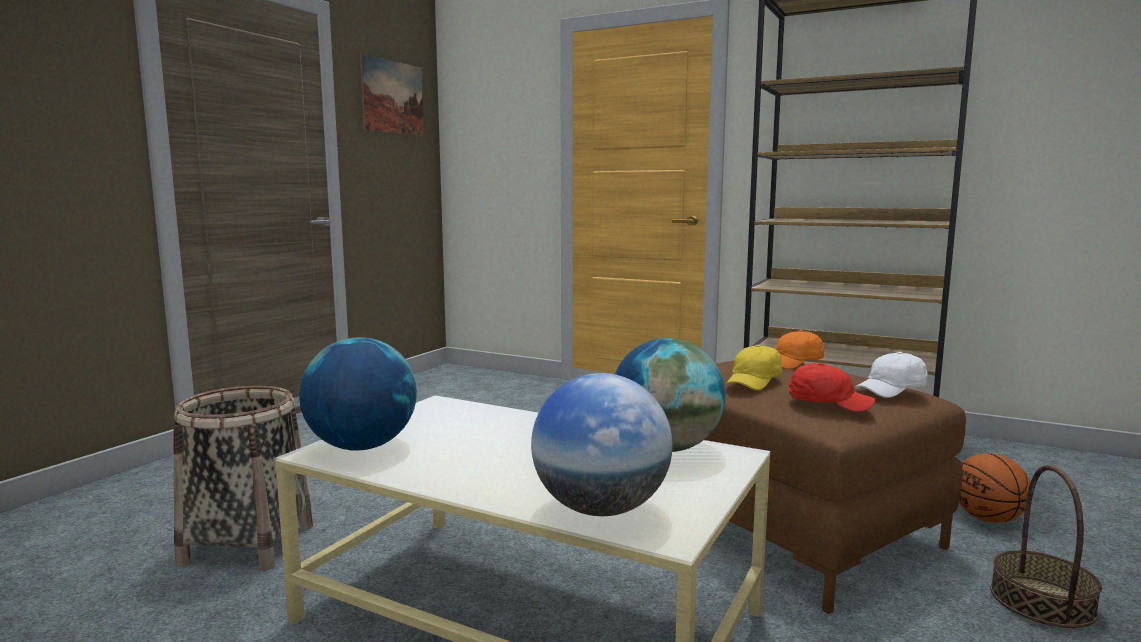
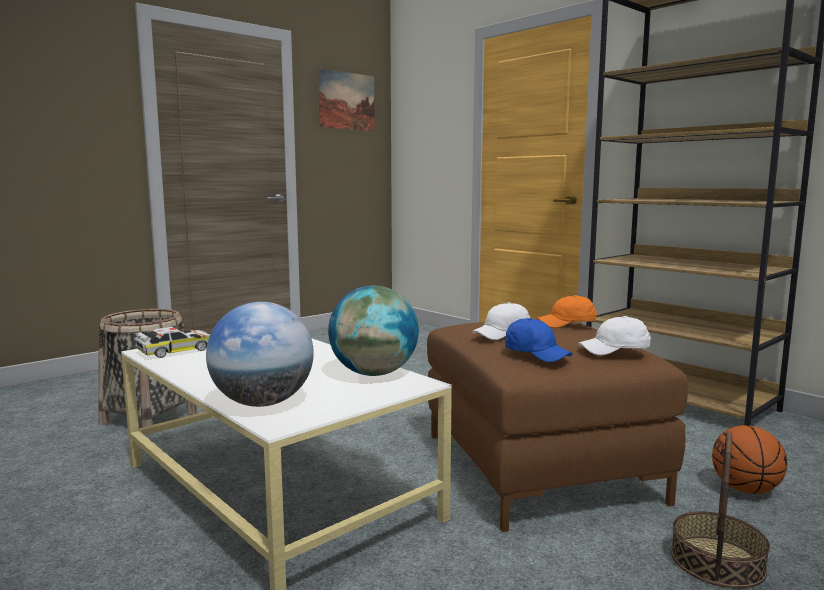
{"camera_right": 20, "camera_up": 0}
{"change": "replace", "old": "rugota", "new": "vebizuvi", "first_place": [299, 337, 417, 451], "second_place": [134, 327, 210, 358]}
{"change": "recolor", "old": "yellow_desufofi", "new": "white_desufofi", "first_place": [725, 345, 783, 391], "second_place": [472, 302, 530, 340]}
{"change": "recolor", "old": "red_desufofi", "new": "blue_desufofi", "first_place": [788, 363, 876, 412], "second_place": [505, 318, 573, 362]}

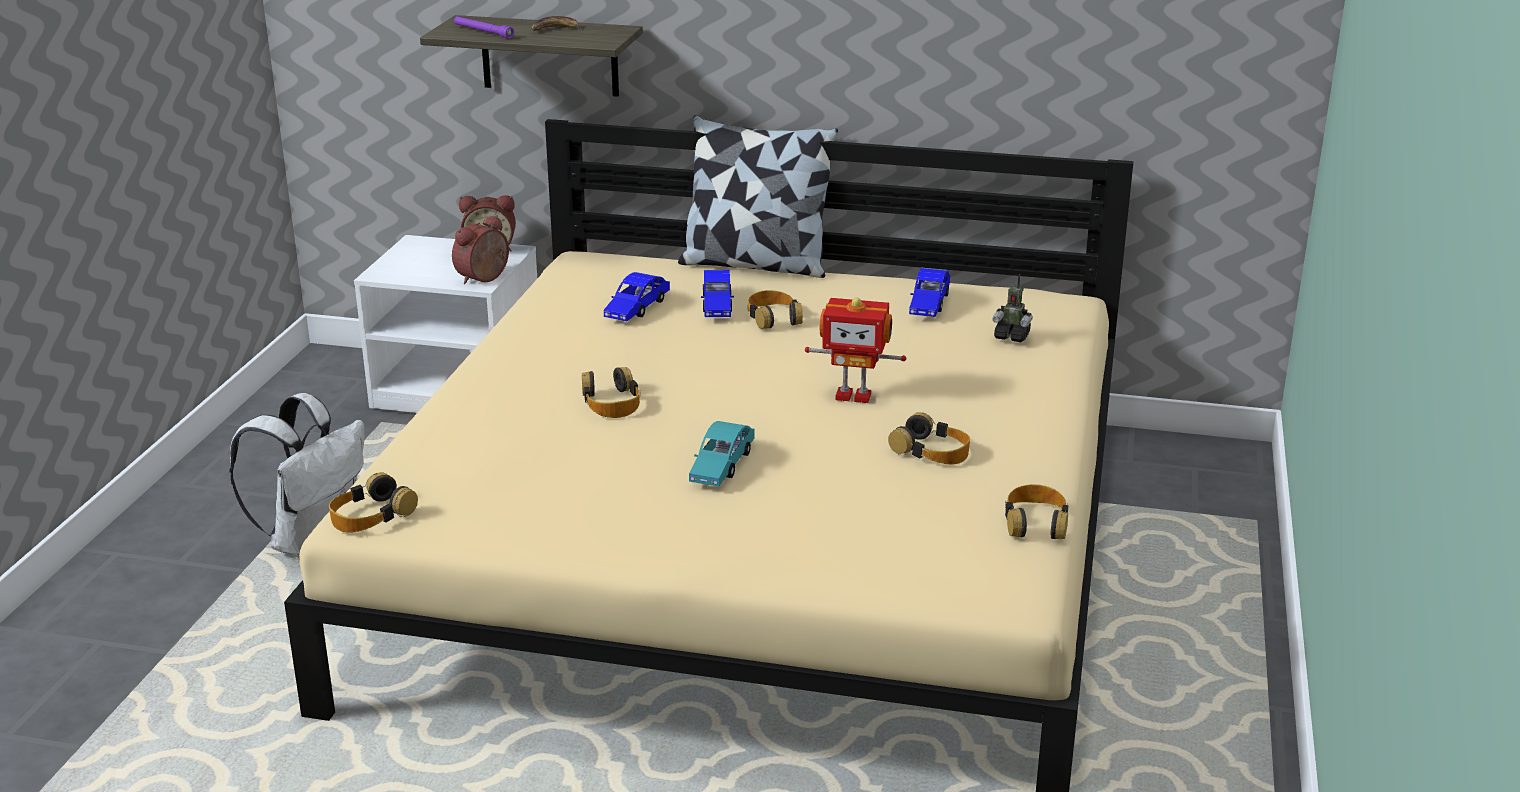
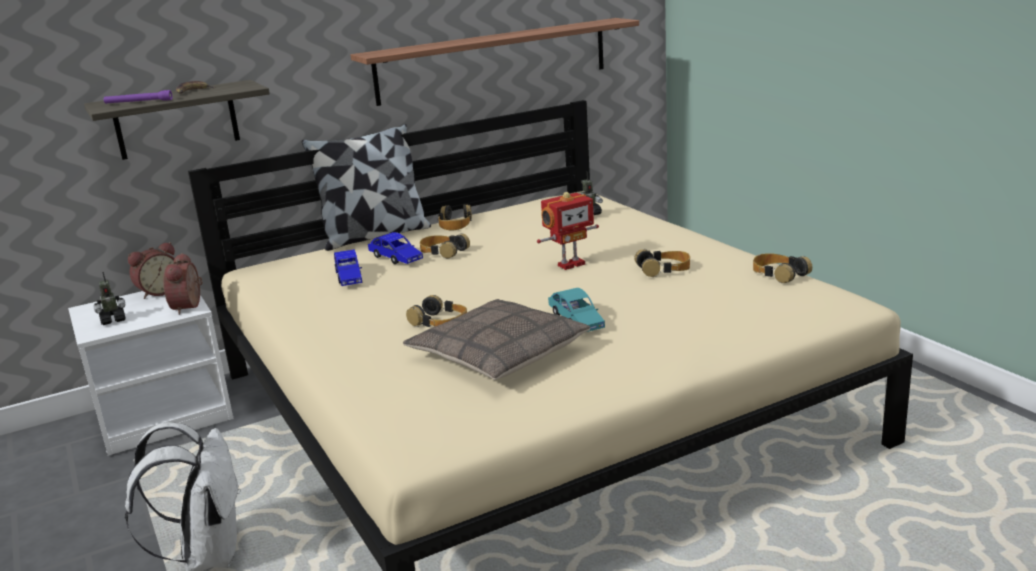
{"camera_right": -40, "camera_up": -5}
{"change": "delete", "old": "blue_vebizuvi", "first_place": [909, 268, 950, 317]}
{"change": "insert", "new": "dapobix", "second_place": [93, 271, 126, 325]}
{"change": "insert", "new": "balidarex", "second_place": [350, 18, 639, 106]}
{"change": "insert", "new": "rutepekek", "second_place": [403, 299, 590, 380]}
{"change": "move", "old": "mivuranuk", "first_place": [329, 472, 418, 533], "second_place": [438, 205, 472, 231]}

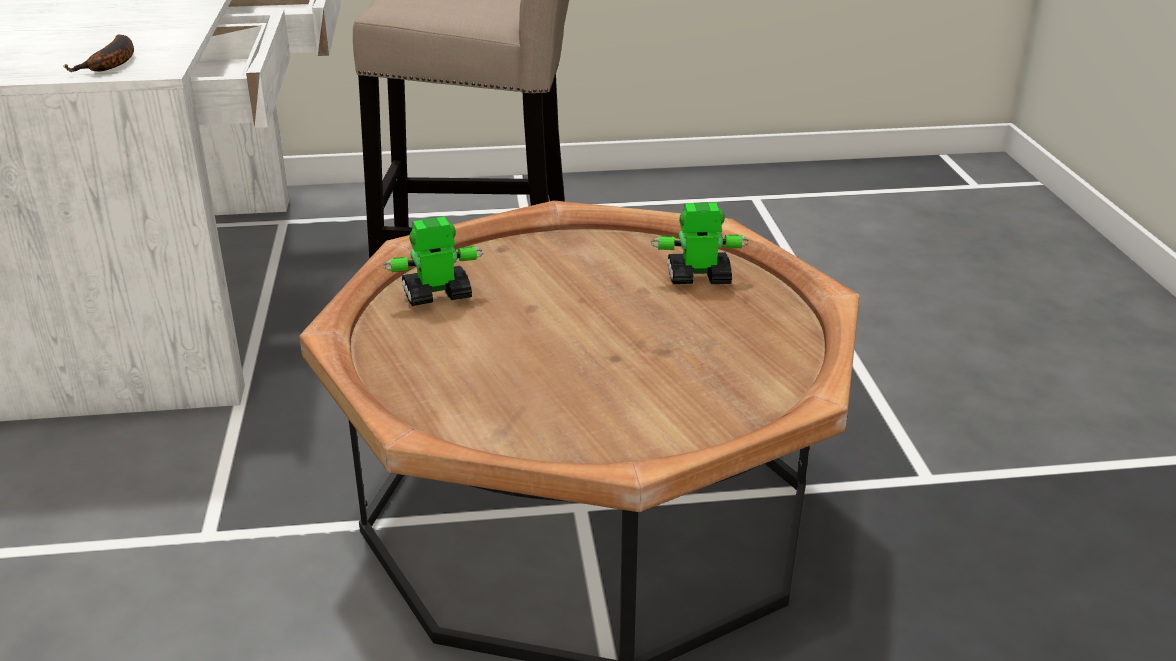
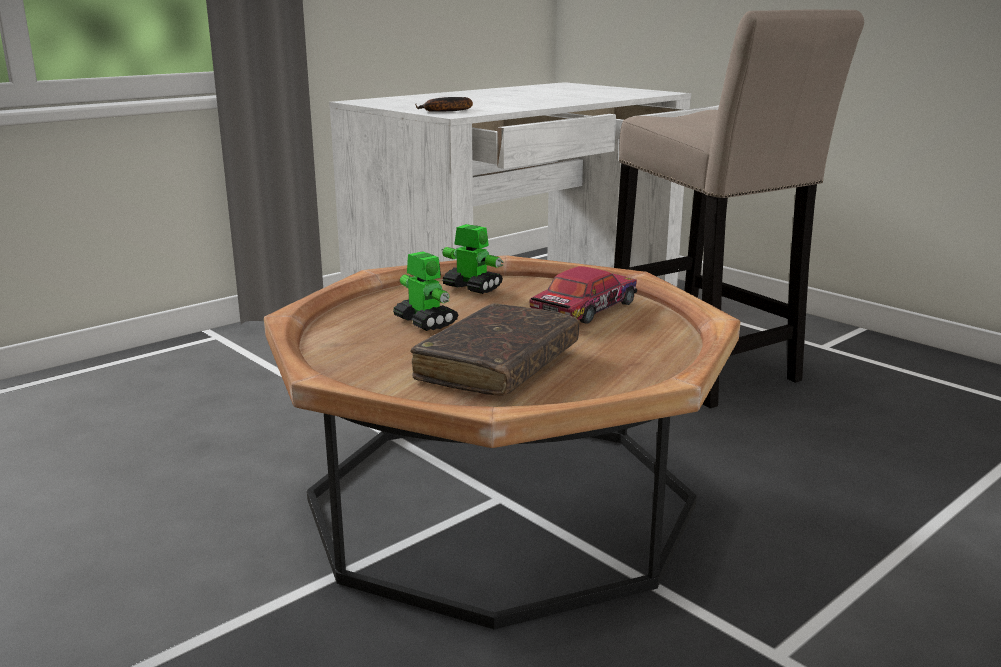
{"camera_right": 55, "camera_up": -10}
{"change": "insert", "new": "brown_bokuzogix", "second_place": [410, 303, 580, 396]}
{"change": "insert", "new": "vebizuvi", "second_place": [529, 266, 637, 324]}
{"change": "move", "old": "dapobix", "first_place": [651, 202, 749, 284], "second_place": [393, 251, 458, 331]}

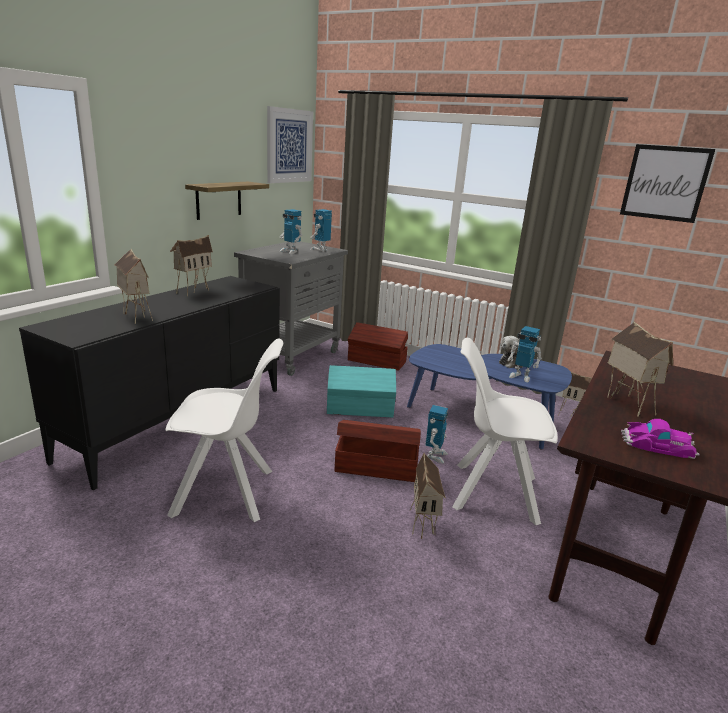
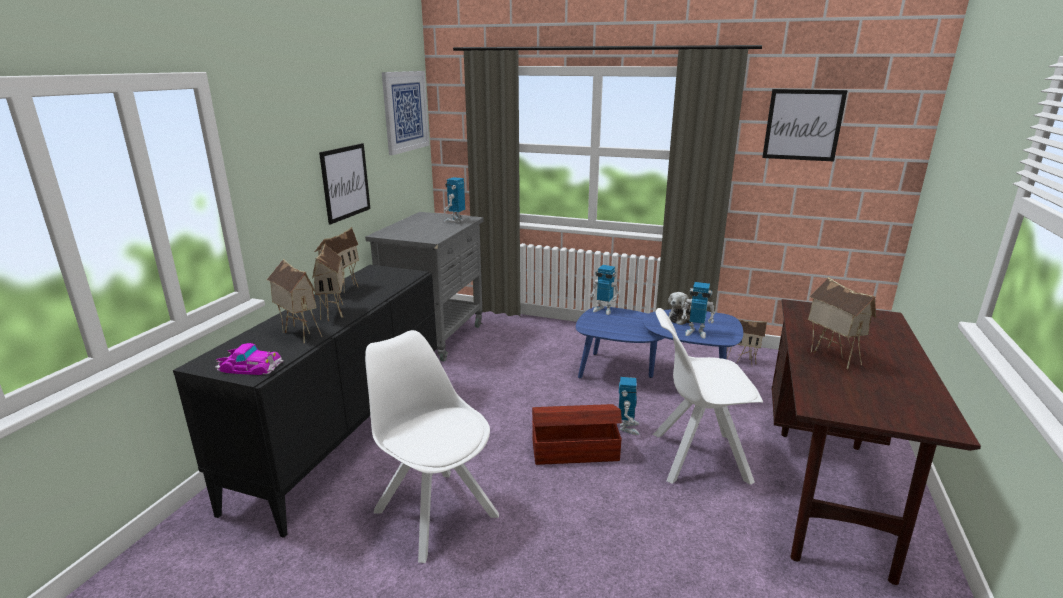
{"camera_right": -10, "camera_up": 0}
{"change": "delete", "old": "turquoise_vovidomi", "first_place": [327, 365, 396, 417]}
{"change": "delete", "old": "brown_vovidomi", "first_place": [348, 322, 408, 371]}
{"change": "move", "old": "dapobix", "first_place": [280, 209, 302, 254], "second_place": [590, 265, 619, 315]}
{"change": "move", "old": "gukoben", "first_place": [410, 453, 446, 539], "second_place": [312, 244, 344, 321]}
{"change": "move", "old": "vebizuvi", "first_place": [621, 419, 700, 459], "second_place": [215, 343, 283, 375]}
{"change": "replace", "old": "balidarex", "new": "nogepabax", "first_place": [185, 182, 269, 220], "second_place": [319, 143, 370, 225]}
{"change": "rotate", "old": "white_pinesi", "first_place": [166, 339, 283, 522], "second_place": [365, 330, 499, 563], "degrees": -120}

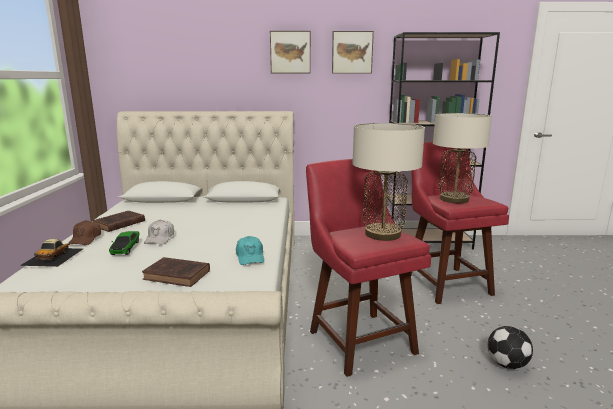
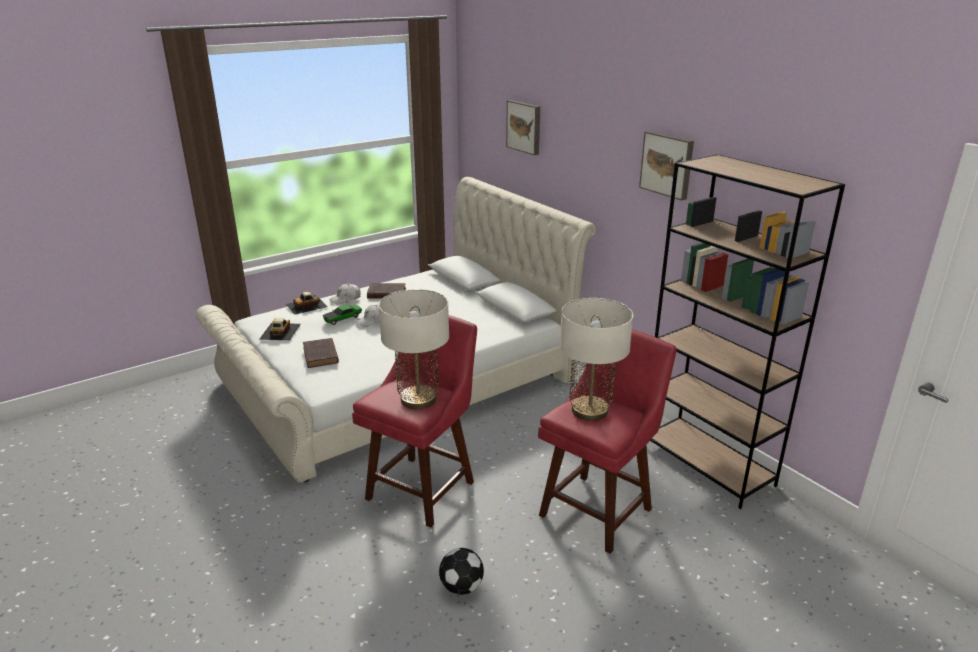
{"camera_right": 55, "camera_up": 10}
{"change": "delete", "old": "turquoise_desufofi", "first_place": [236, 236, 264, 265]}
{"change": "insert", "new": "vebizuvi", "second_place": [259, 318, 301, 340]}
{"change": "move", "old": "nogepabax", "first_place": [270, 31, 311, 73], "second_place": [506, 100, 540, 155]}
{"change": "recolor", "old": "brown_desufofi", "new": "white_desufofi", "first_place": [68, 220, 101, 245], "second_place": [329, 284, 361, 304]}

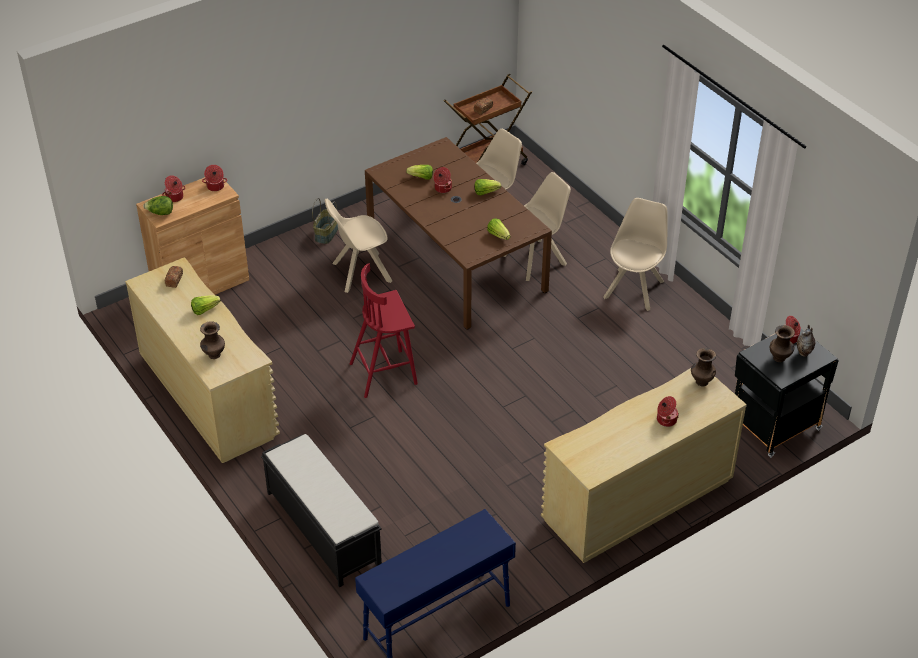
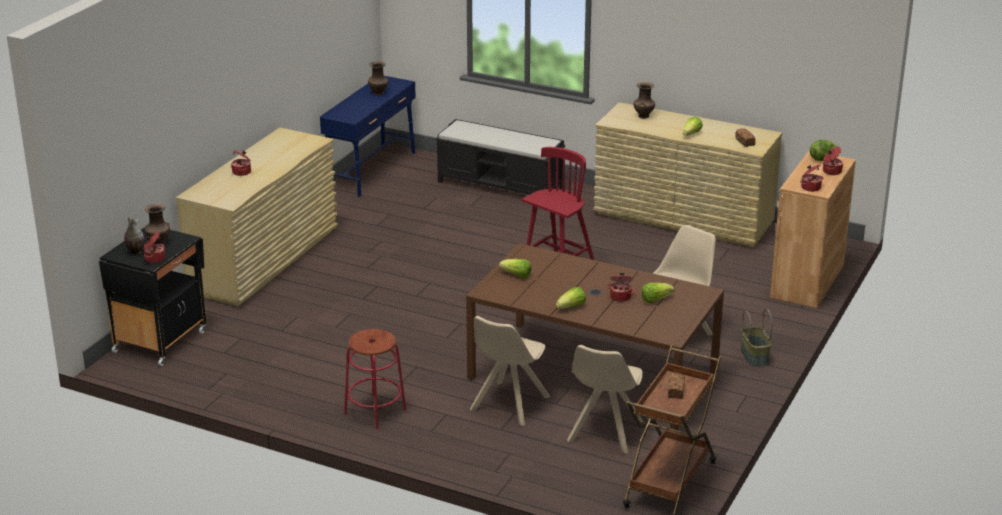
{"camera_right": 150, "camera_up": -15}
{"change": "move", "old": "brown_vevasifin", "first_place": [691, 348, 716, 387], "second_place": [368, 61, 389, 95]}
{"change": "replace", "old": "beige_pinesi", "new": "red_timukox", "first_place": [603, 198, 668, 311], "second_place": [344, 329, 406, 429]}

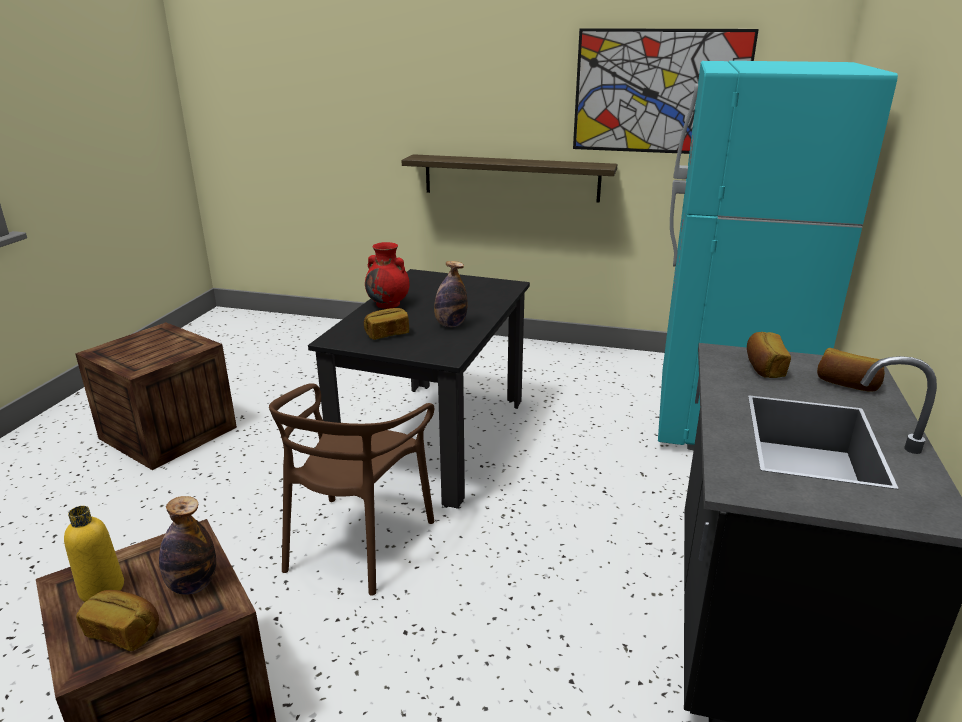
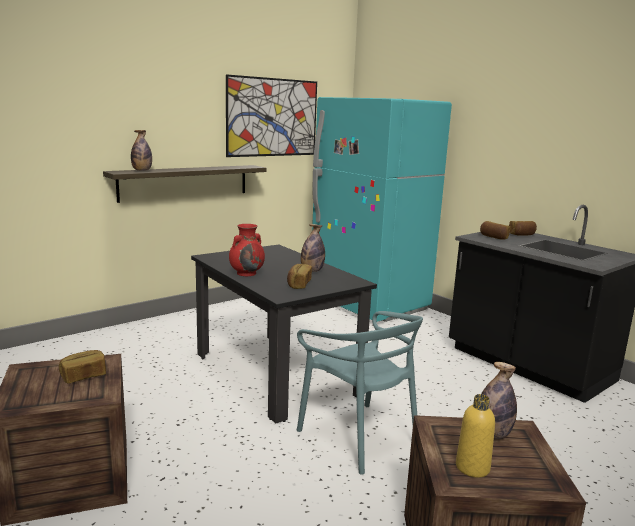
{"camera_right": -55, "camera_up": -10}
{"change": "insert", "new": "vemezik", "second_place": [131, 130, 152, 171]}
{"change": "move", "old": "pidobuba", "first_place": [76, 590, 159, 651], "second_place": [59, 350, 106, 384]}
{"change": "recolor", "old": "brown_pinesi", "new": "turquoise_pinesi", "first_place": [269, 383, 435, 596], "second_place": [297, 311, 423, 475]}

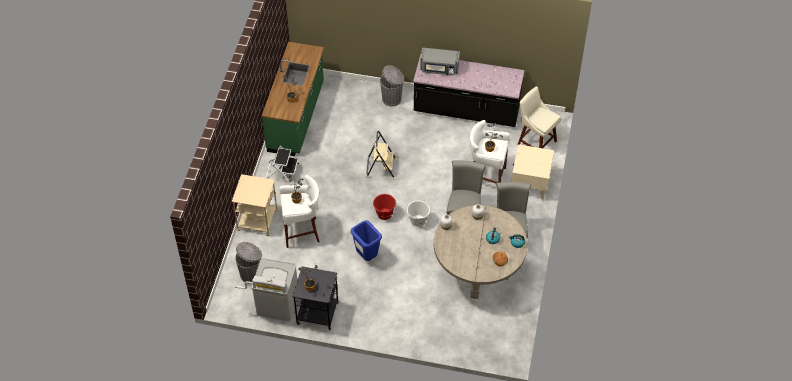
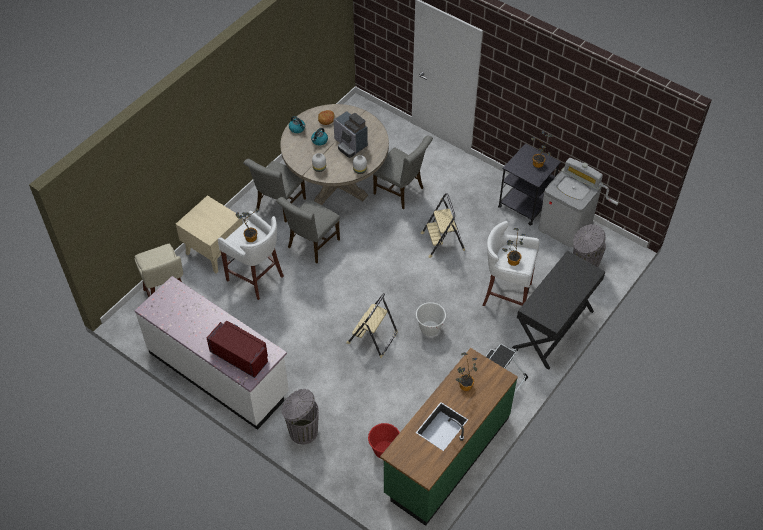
{"camera_right": -155, "camera_up": 0}
{"change": "insert", "new": "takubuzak", "second_place": [333, 111, 368, 158]}
{"change": "insert", "new": "grey_pinesi", "second_place": [373, 136, 433, 209]}
{"change": "move", "old": "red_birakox", "first_place": [373, 194, 397, 220], "second_place": [368, 423, 400, 459]}
{"change": "move", "old": "white_birakox", "first_place": [407, 200, 430, 227], "second_place": [416, 302, 446, 336]}
{"change": "replace", "old": "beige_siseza", "new": "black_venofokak", "first_place": [232, 174, 278, 236], "second_place": [512, 251, 605, 370]}
{"change": "replace", "old": "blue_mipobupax", "new": "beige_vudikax", "first_place": [351, 220, 382, 261], "second_place": [421, 193, 465, 258]}
{"change": "recolor", "old": "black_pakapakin", "new": "white_pakapakin", "first_place": [413, 54, 524, 127], "second_place": [135, 276, 289, 430]}
{"change": "recolor", "old": "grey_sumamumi", "new": "red_sumamumi", "first_place": [420, 47, 460, 76], "second_place": [207, 321, 268, 378]}

